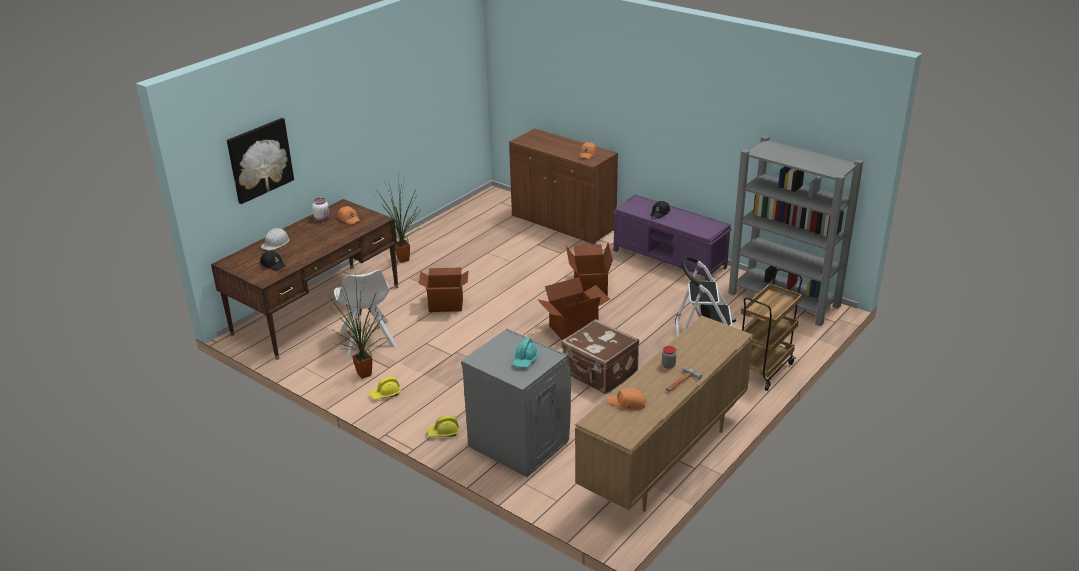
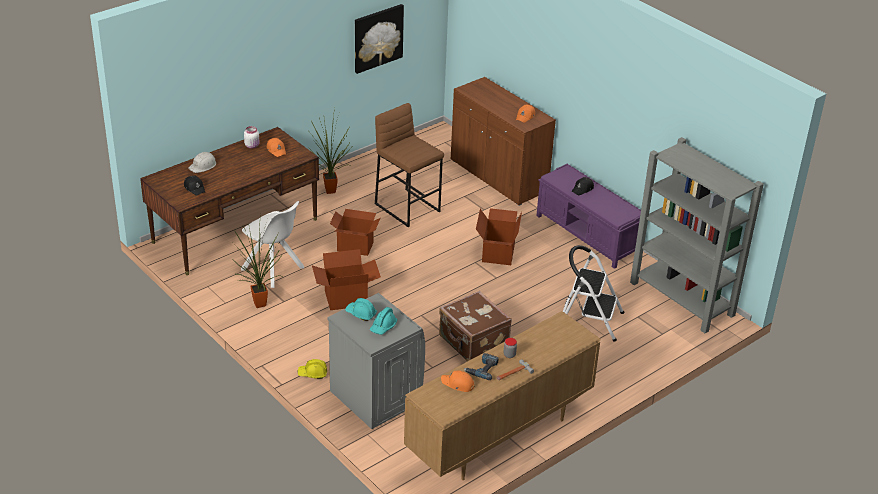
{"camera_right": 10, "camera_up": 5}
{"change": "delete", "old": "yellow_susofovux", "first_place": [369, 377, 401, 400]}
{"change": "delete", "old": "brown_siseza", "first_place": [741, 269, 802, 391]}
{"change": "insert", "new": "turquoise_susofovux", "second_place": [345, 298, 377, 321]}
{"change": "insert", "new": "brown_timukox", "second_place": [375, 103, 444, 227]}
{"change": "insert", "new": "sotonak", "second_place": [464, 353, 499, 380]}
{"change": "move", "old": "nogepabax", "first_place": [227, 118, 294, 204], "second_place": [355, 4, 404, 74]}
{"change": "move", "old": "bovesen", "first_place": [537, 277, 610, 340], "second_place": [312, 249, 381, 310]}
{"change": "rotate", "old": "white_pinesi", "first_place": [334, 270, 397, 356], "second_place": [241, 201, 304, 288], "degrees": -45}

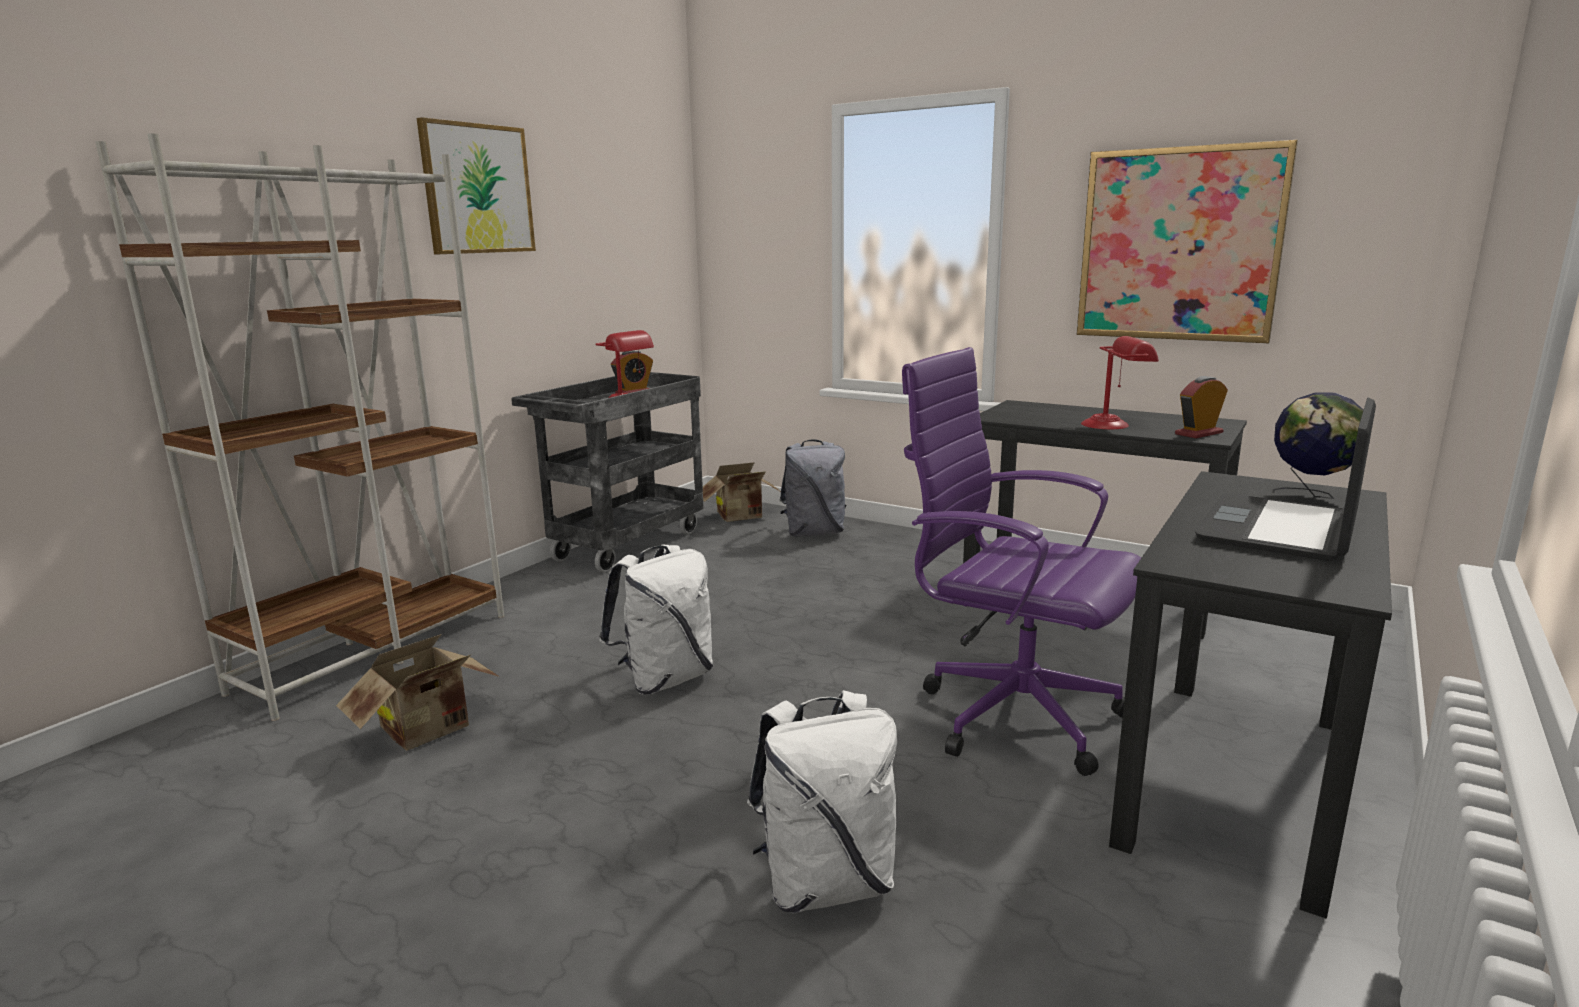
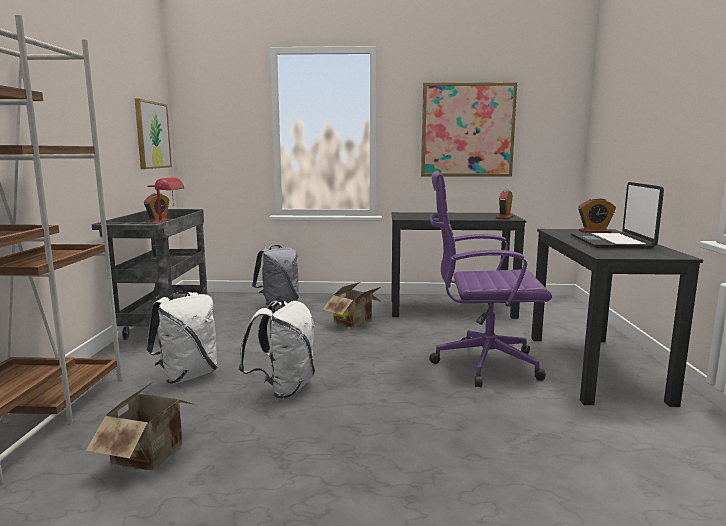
{"camera_right": -30, "camera_up": -5}
{"change": "delete", "old": "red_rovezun", "first_place": [1081, 336, 1159, 429]}
{"change": "move", "old": "nogepabax", "first_place": [417, 117, 536, 254], "second_place": [135, 99, 172, 169]}
{"change": "move", "old": "bovesen", "first_place": [703, 462, 781, 522], "second_place": [322, 282, 382, 328]}
{"change": "move", "old": "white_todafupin", "first_place": [747, 690, 897, 913], "second_place": [146, 291, 217, 384]}
{"change": "replace", "old": "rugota", "new": "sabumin", "first_place": [1272, 392, 1370, 499], "second_place": [578, 198, 616, 233]}

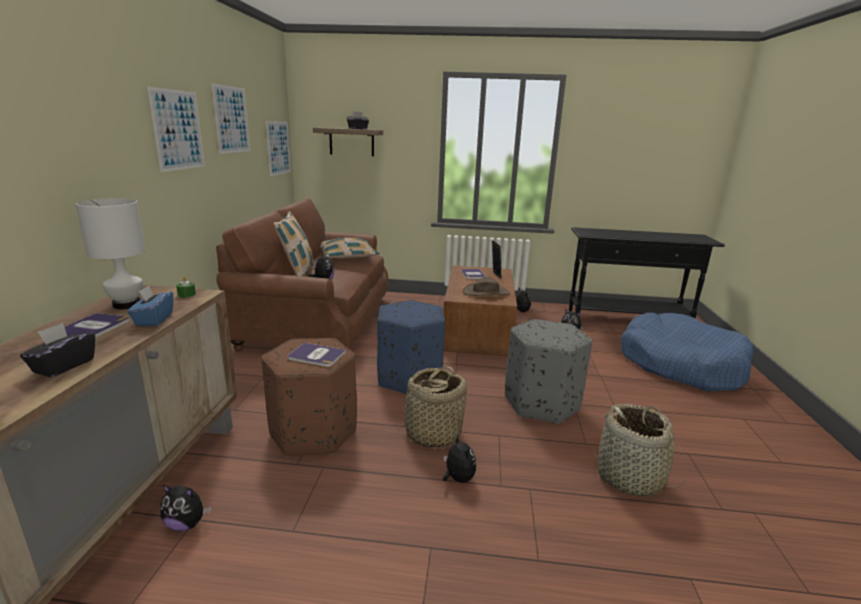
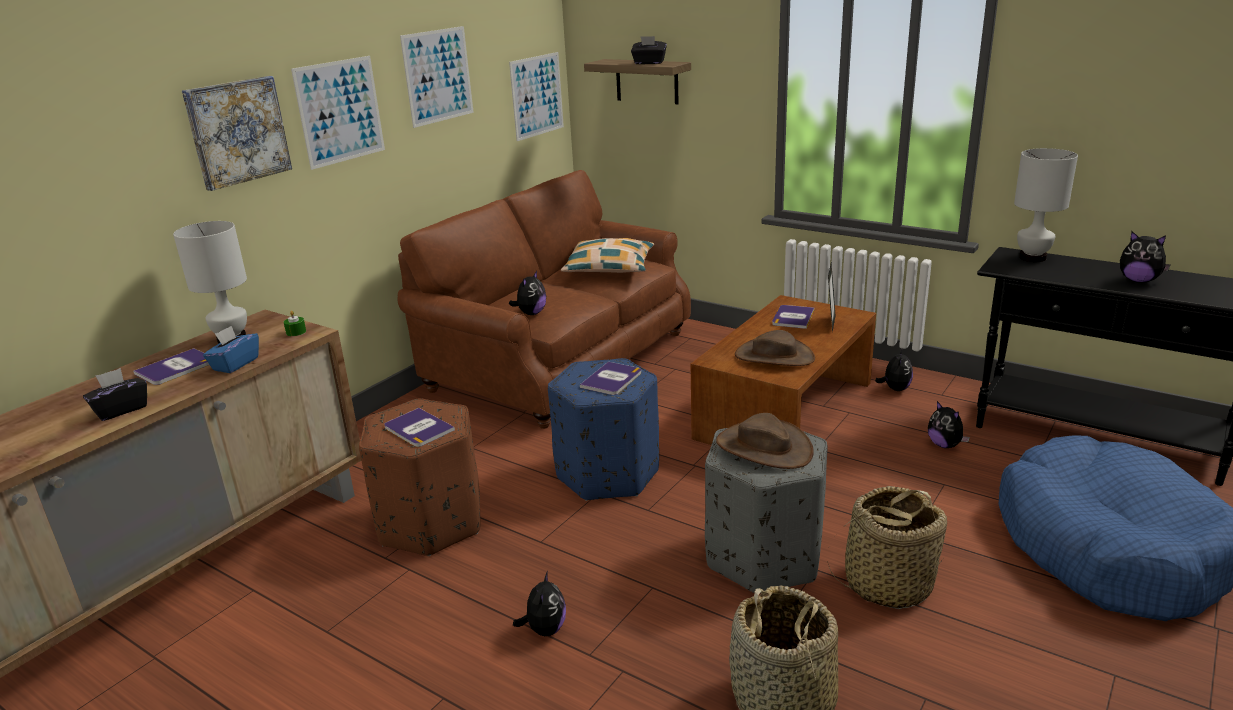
{"camera_right": 30, "camera_up": 5}
{"change": "delete", "old": "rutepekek", "first_place": [273, 211, 314, 276]}
{"change": "insert", "new": "nogepabax", "second_place": [182, 76, 292, 191]}
{"change": "insert", "new": "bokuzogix", "second_place": [580, 362, 641, 395]}
{"change": "insert", "new": "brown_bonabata", "second_place": [716, 413, 814, 469]}
{"change": "insert", "new": "white_rovezun", "second_place": [1014, 148, 1078, 262]}
{"change": "move", "old": "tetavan", "first_place": [160, 484, 211, 531], "second_place": [1120, 231, 1171, 283]}
{"change": "move", "old": "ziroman", "first_place": [396, 367, 467, 447], "second_place": [827, 486, 947, 609]}

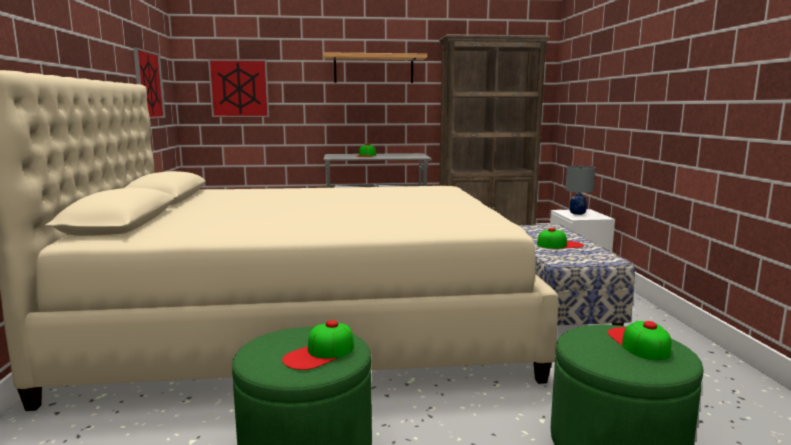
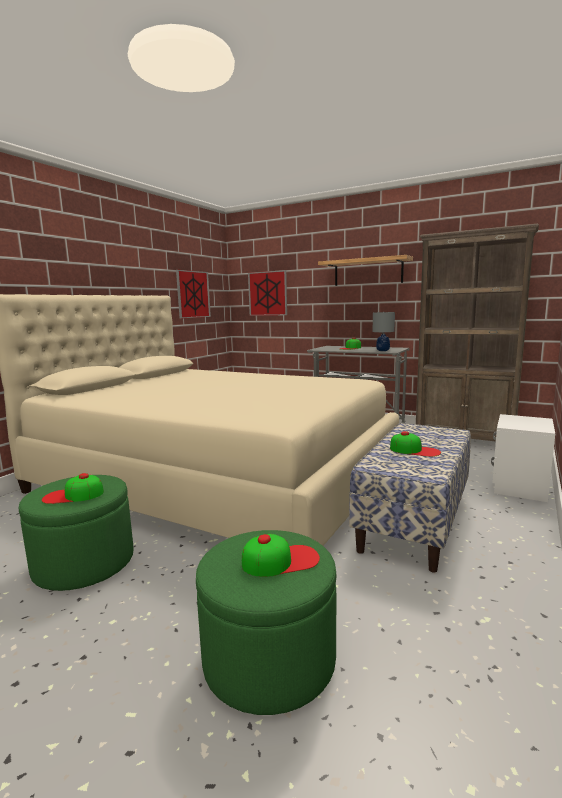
{"camera_right": 35, "camera_up": 0}
{"change": "move", "old": "grey_rovezun", "first_place": [565, 166, 595, 215], "second_place": [373, 312, 395, 351]}
{"change": "rotate", "old": "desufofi", "first_place": [608, 321, 671, 360], "second_place": [242, 534, 320, 577], "degrees": 45}

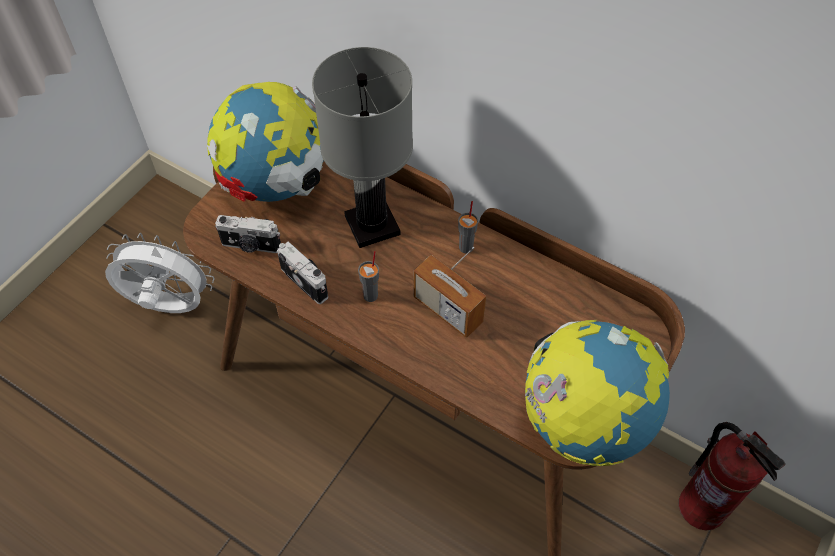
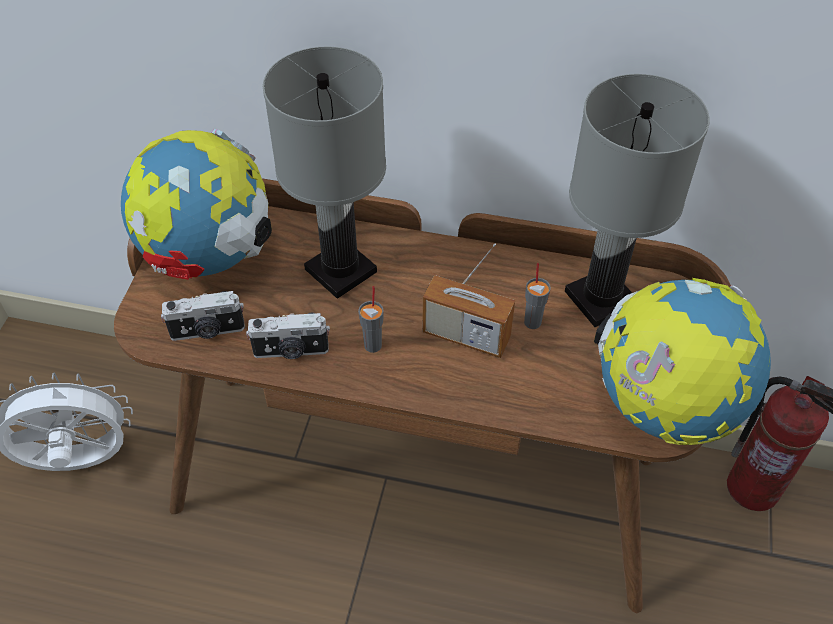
{"camera_right": -20, "camera_up": -5}
{"change": "insert", "new": "grey_rovezun", "second_place": [565, 74, 710, 327]}
{"change": "move", "old": "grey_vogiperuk", "first_place": [458, 201, 478, 253], "second_place": [524, 263, 551, 329]}
{"change": "rotate", "old": "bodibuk", "first_place": [277, 241, 328, 304], "second_place": [246, 313, 330, 359], "degrees": 150}

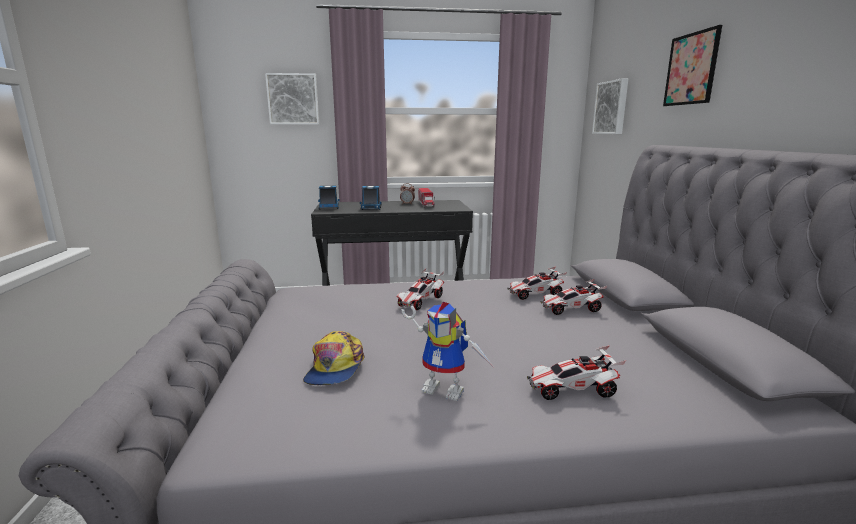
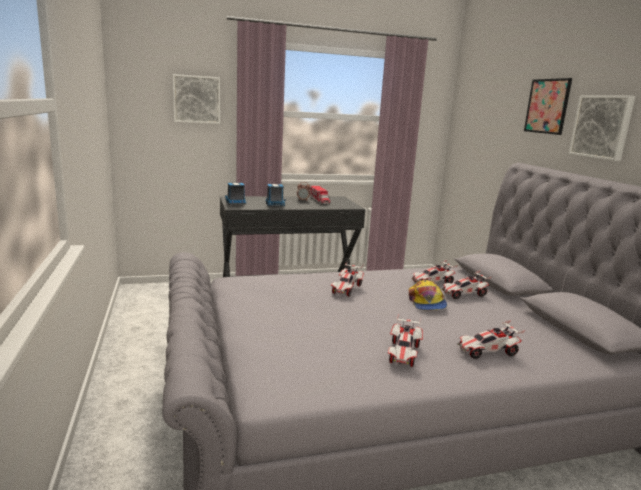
{"camera_right": -10, "camera_up": 0}
{"change": "move", "old": "desufofi", "first_place": [303, 331, 365, 385], "second_place": [409, 280, 447, 311]}
{"change": "move", "old": "nogepabax", "first_place": [592, 78, 628, 134], "second_place": [568, 96, 635, 161]}
{"change": "replace", "old": "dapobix", "new": "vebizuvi", "first_place": [401, 302, 493, 401], "second_place": [388, 314, 423, 367]}

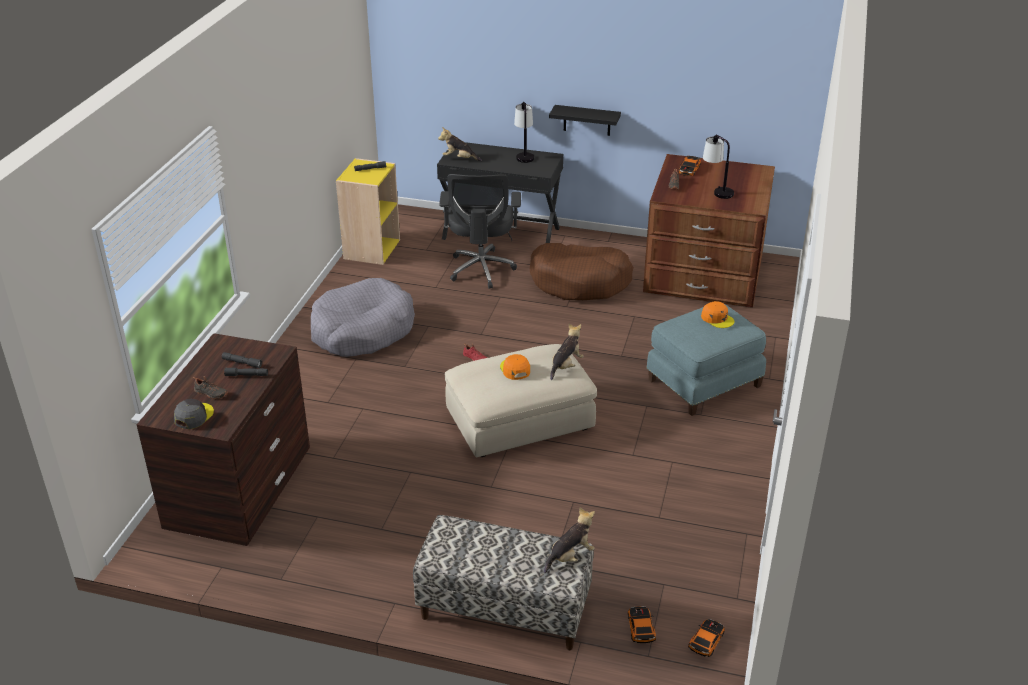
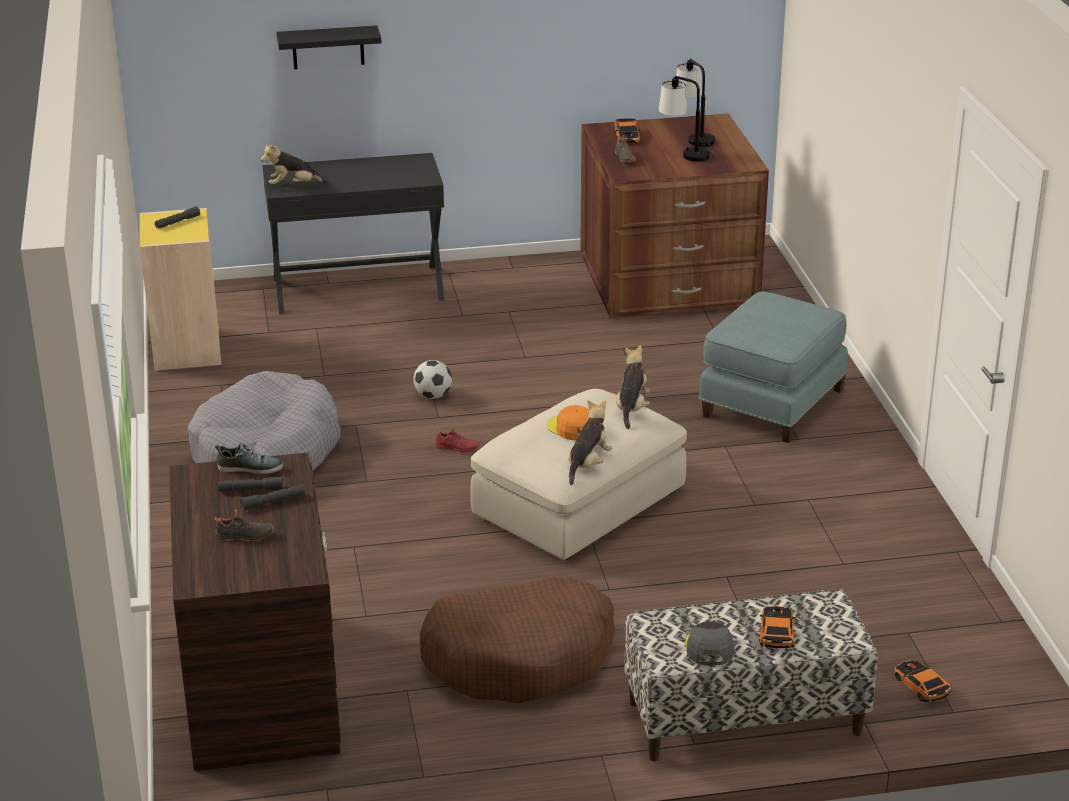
{"camera_right": -25, "camera_up": -5}
{"change": "delete", "old": "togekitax", "first_place": [439, 174, 521, 289]}
{"change": "delete", "old": "orange_desufofi", "first_place": [701, 301, 734, 328]}
{"change": "insert", "new": "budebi", "second_place": [215, 443, 283, 474]}
{"change": "insert", "new": "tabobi", "second_place": [413, 360, 452, 399]}
{"change": "move", "old": "grey_desufofi", "first_place": [174, 399, 214, 429], "second_place": [686, 621, 734, 666]}
{"change": "move", "old": "rovezun", "first_place": [514, 102, 534, 163], "second_place": [676, 58, 715, 147]}
{"change": "move", "old": "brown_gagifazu", "first_place": [530, 243, 633, 300], "second_place": [419, 577, 615, 703]}
{"change": "move", "old": "tetavan", "first_place": [544, 507, 595, 573], "second_place": [568, 400, 612, 485]}
{"change": "move", "old": "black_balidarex", "first_place": [549, 105, 621, 136], "second_place": [276, 25, 382, 69]}
{"change": "move", "old": "vebizuvi", "first_place": [688, 619, 725, 657], "second_place": [760, 606, 796, 648]}

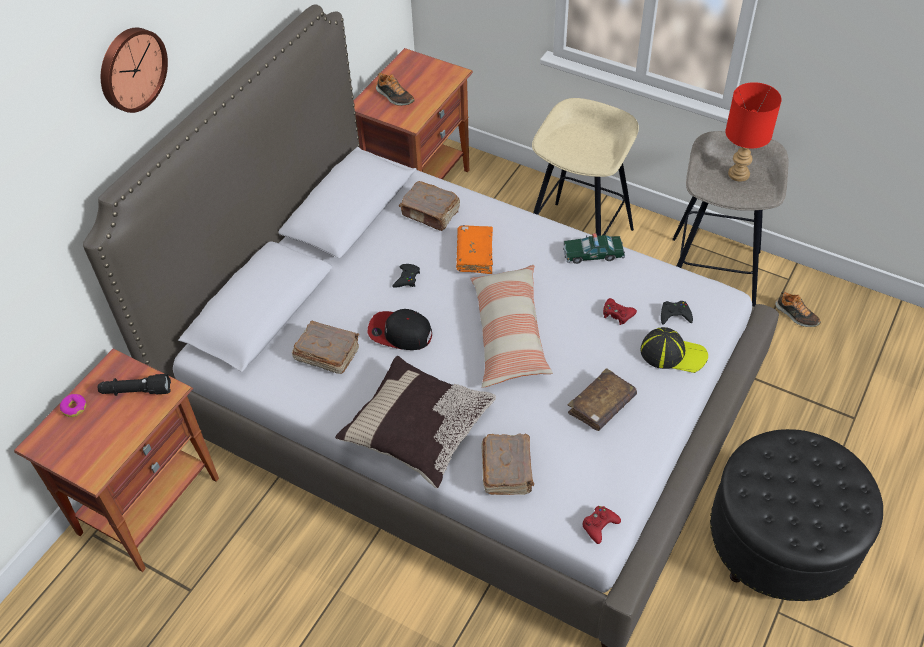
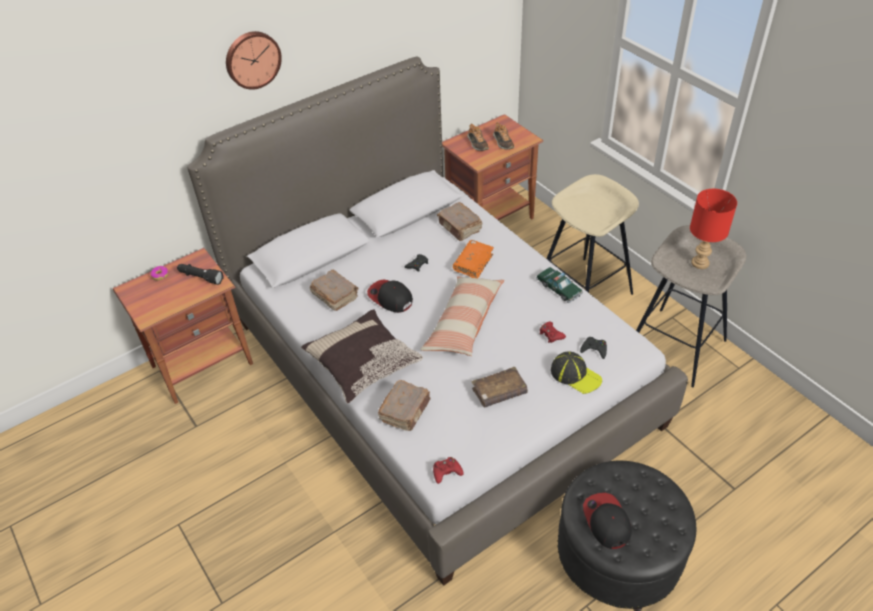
{"camera_right": 25, "camera_up": -5}
{"change": "insert", "new": "desufofi", "second_place": [583, 493, 632, 549]}
{"change": "move", "old": "budebi", "first_place": [775, 291, 821, 327], "second_place": [493, 122, 515, 150]}
{"change": "rotate", "old": "vebizuvi", "first_place": [563, 233, 625, 264], "second_place": [536, 267, 583, 303], "degrees": -150}

